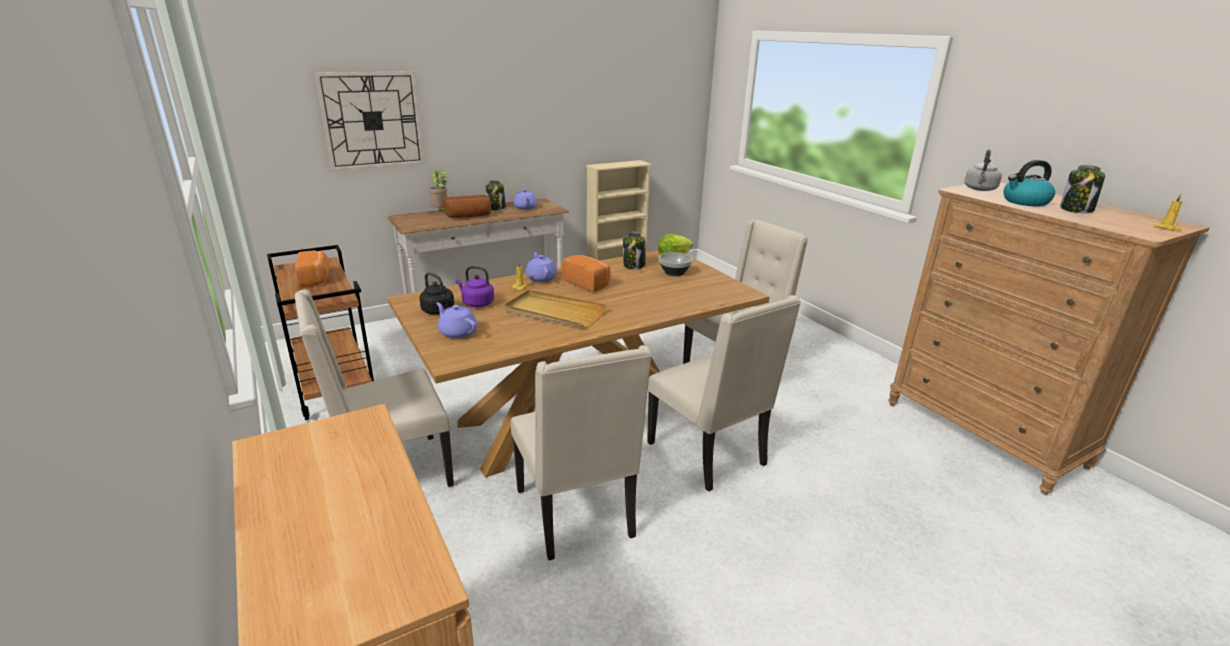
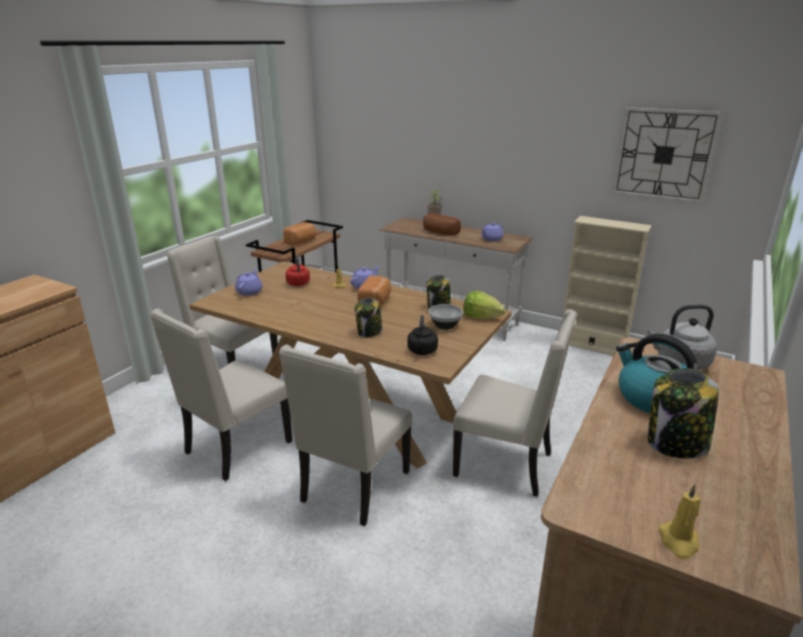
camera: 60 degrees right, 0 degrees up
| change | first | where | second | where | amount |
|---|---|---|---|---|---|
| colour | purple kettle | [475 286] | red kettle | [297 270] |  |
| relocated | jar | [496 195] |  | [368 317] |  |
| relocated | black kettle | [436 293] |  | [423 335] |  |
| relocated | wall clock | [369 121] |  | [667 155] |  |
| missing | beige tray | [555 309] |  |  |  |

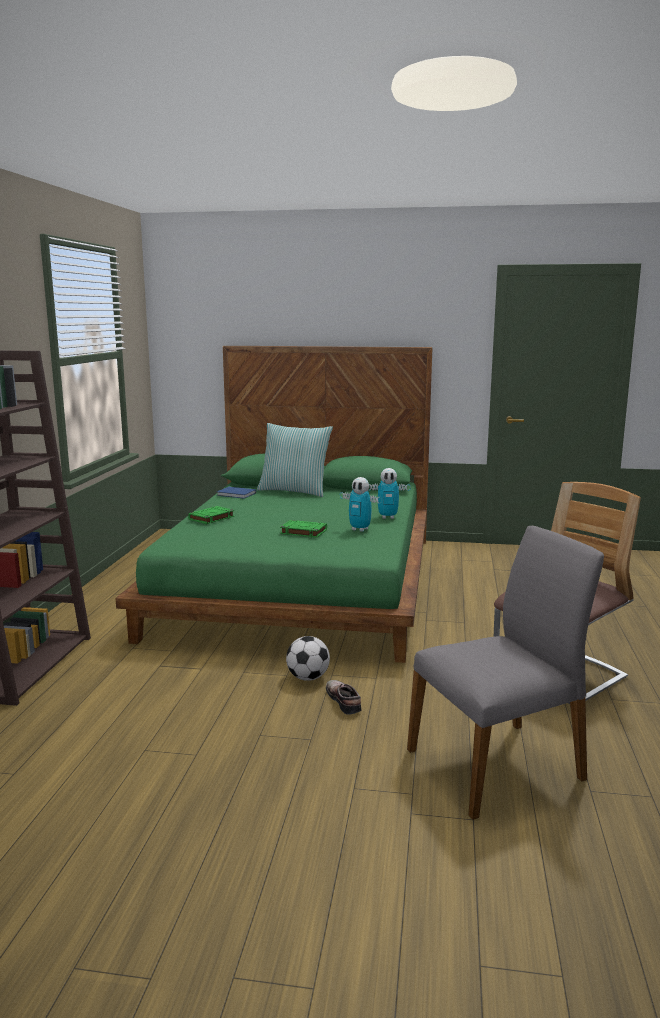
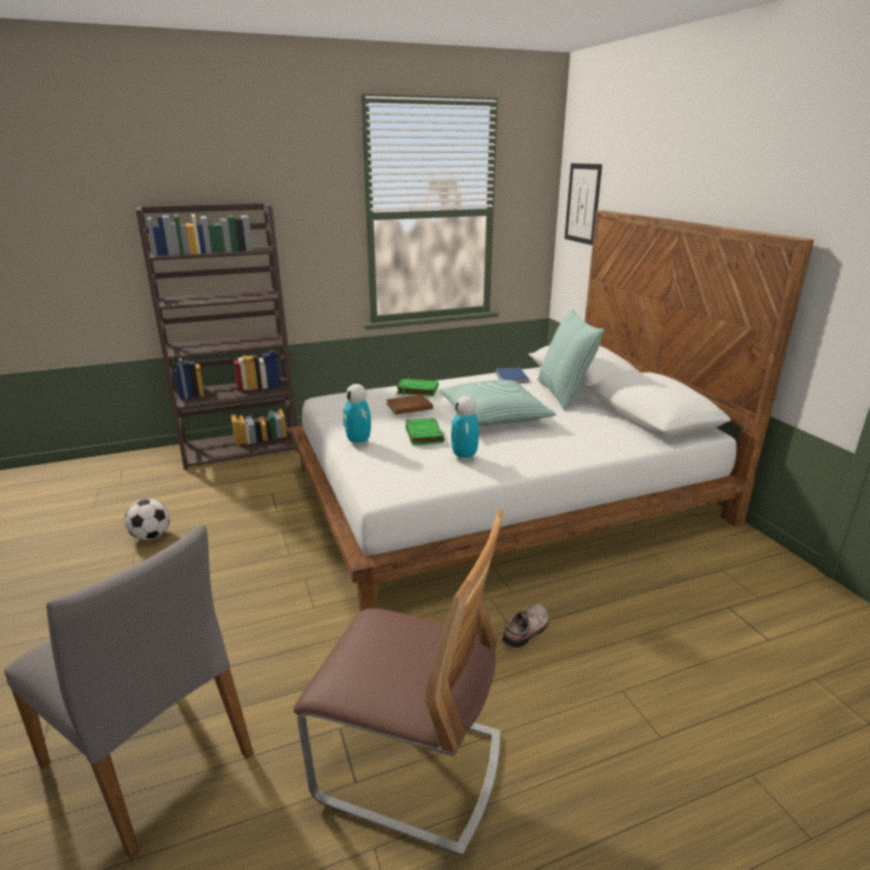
camera: 60 degrees right, 10 degrees up
| change | first | where | second | where | amount |
|---|---|---|---|---|---|
| relocated | football | [308 658] |  | [147 519] |  |
| colour | green bed | [273 504] | white bed | [552 411] |  |
| relocated | toy robot | [389 493] |  | [357 415] |  |
| appeared |  |  | brown book | [409 404] |  |
| appeared |  |  | pillow | [497 403] |  |
| relocated | shoe | [344 697] |  | [525 625] |  |
| appeared |  |  | picture | [583 204] |  |

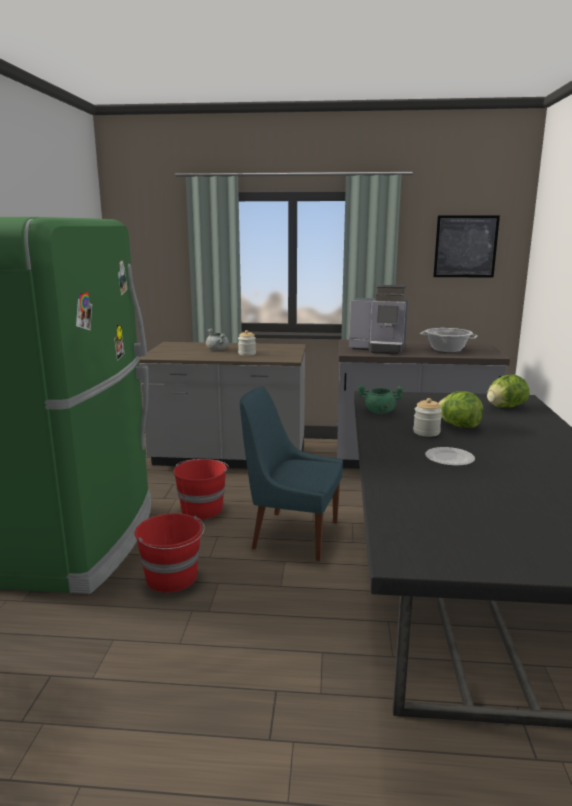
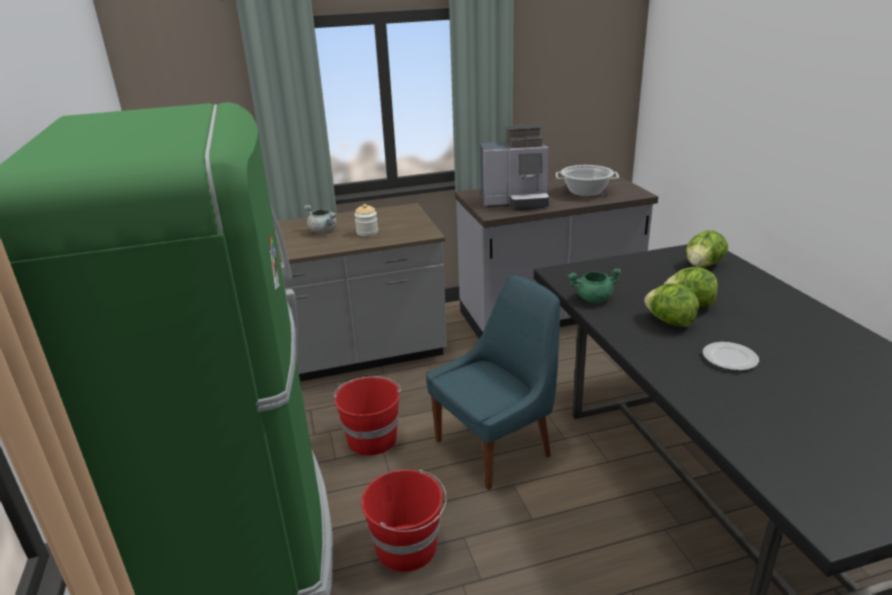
camera: 20 degrees left, 10 degrees up
| change | first | where | second | where | amount |
|---|---|---|---|---|---|
| spun | blue chair | [291 473] |  | [493 382] | 150 degrees clockwise |
| exchanged | jar | [427 417] | lettuce | [671 305] |  |
| missing | picture | [466 246] |  |  |  |

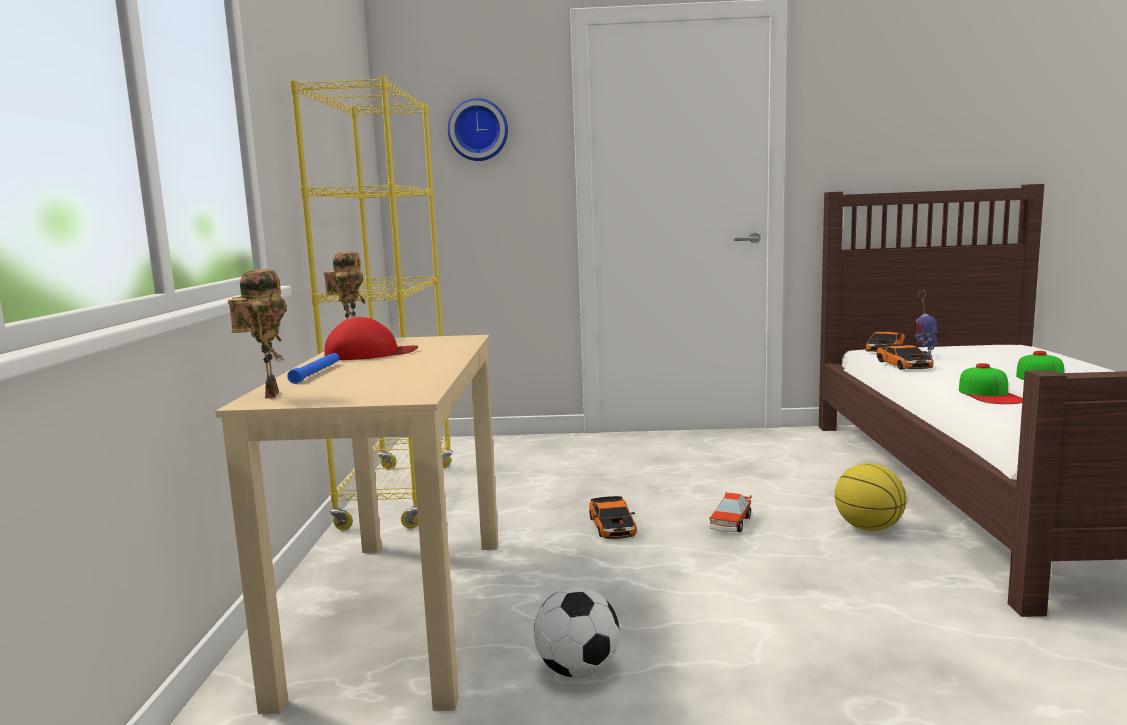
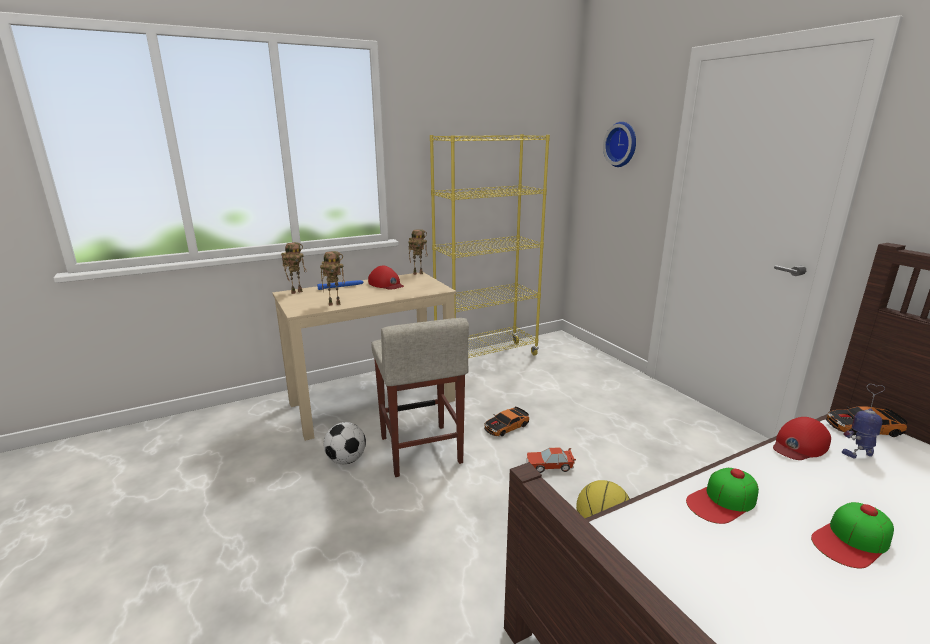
camera: 60 degrees right, 10 degrees up
| change | first | where | second | where | amount |
|---|---|---|---|---|---|
| appeared |  |  | toy robot | [332 278] |  |
| appeared |  |  | beige stool | [420 397] |  |
| exchanged | toy car | [905 356] | red cap | [802 438] |  |

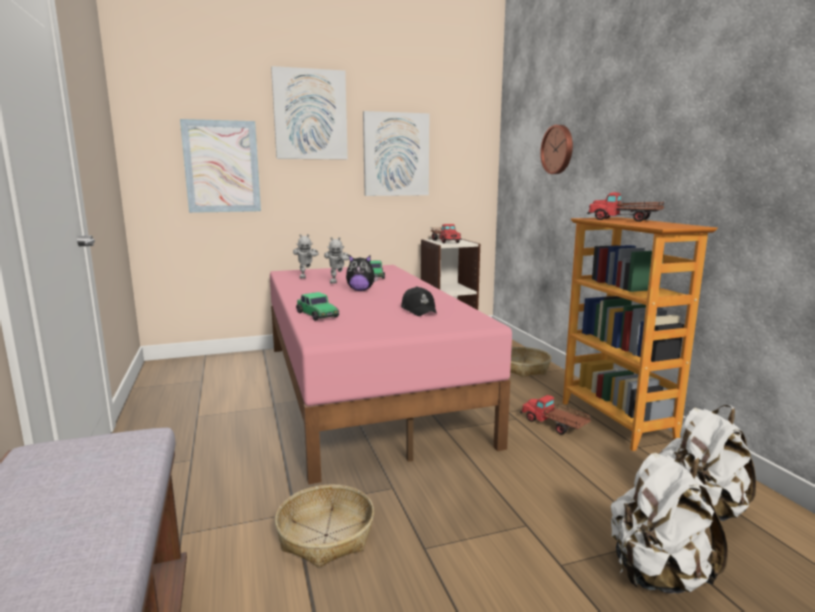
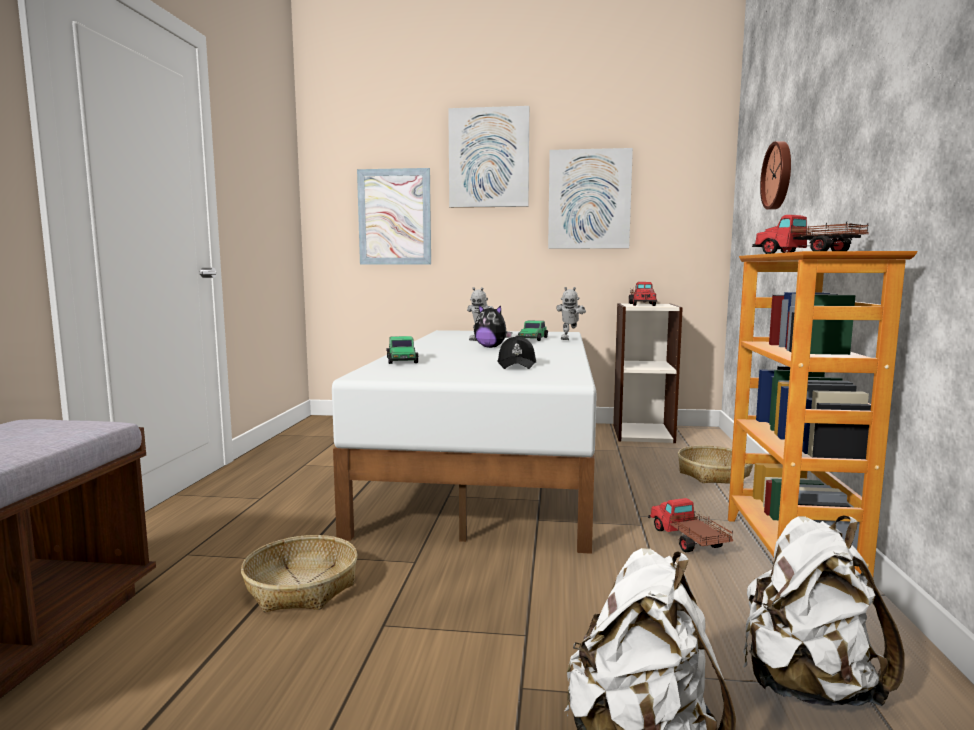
camera: 25 degrees right, 5 degrees down
| change | first | where | second | where | amount |
|---|---|---|---|---|---|
| colour | pink bed | [391 374] | white bed | [464 442] |  |
| relocated | toy robot | [306 256] |  | [571 313] |  |

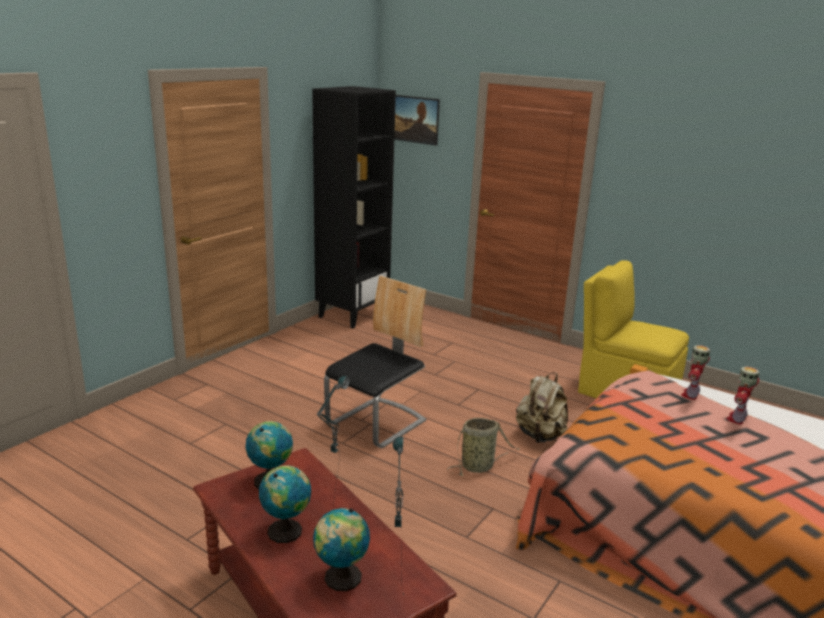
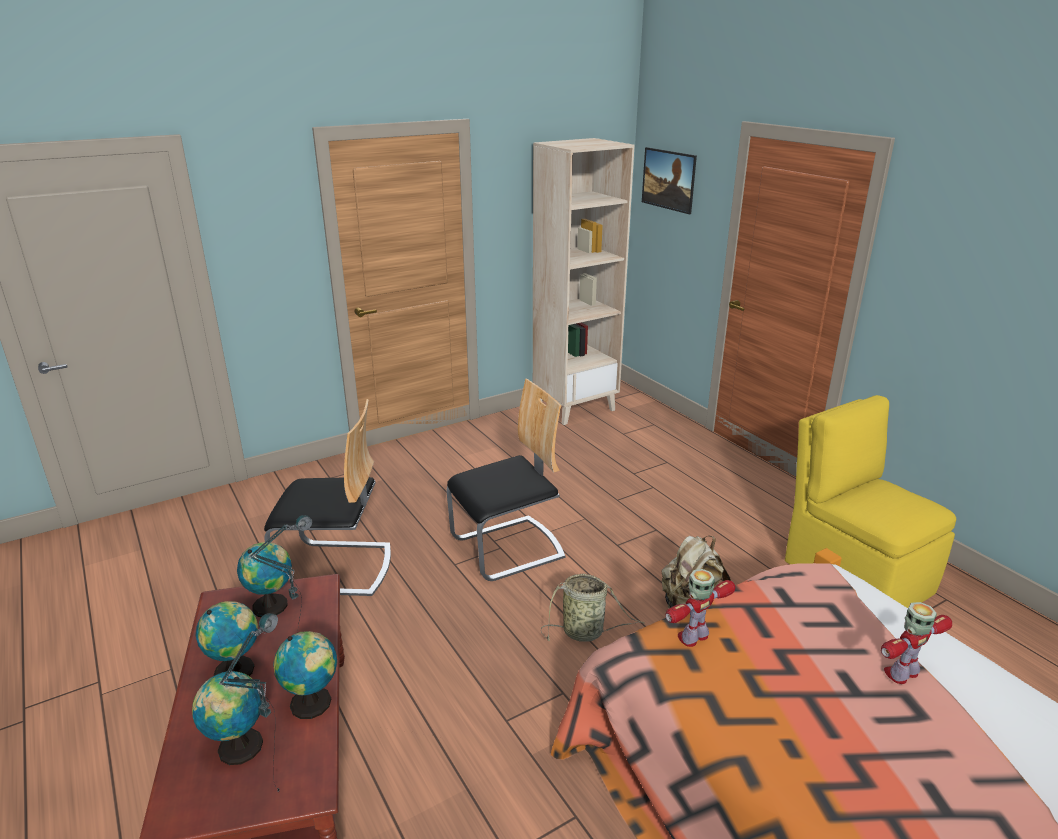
camera: 25 degrees right, 5 degrees up
| change | first | where | second | where | amount |
|---|---|---|---|---|---|
| appeared |  |  | chair | [327 497] |  |
| appeared |  |  | globe | [305 675] |  |
| colour | black bookcase | [354 207] | beige bookcase | [584 281] |  |
| relocated | toy robot | [695 372] |  | [700 608] |  |

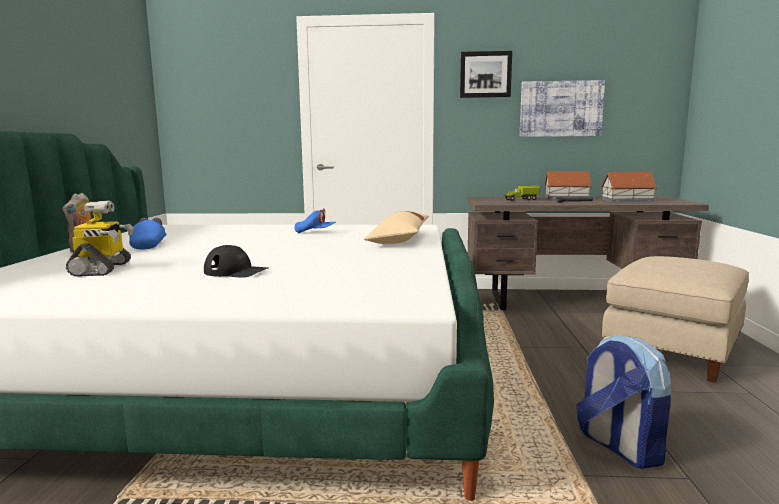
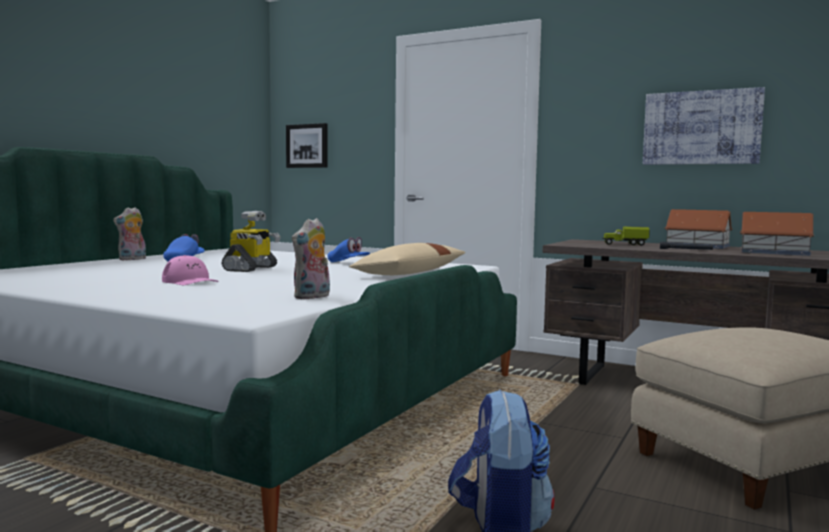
camera: 25 degrees right, 5 degrees down
| change | first | where | second | where | amount |
|---|---|---|---|---|---|
| colour | black cap | [236 261] | pink cap | [190 270] |  |
| relocated | toy robot | [100 239] |  | [251 241] |  |
| relocated | picture | [486 74] |  | [306 145] |  |
| appeared |  |  | plush toy | [311 258] |  |

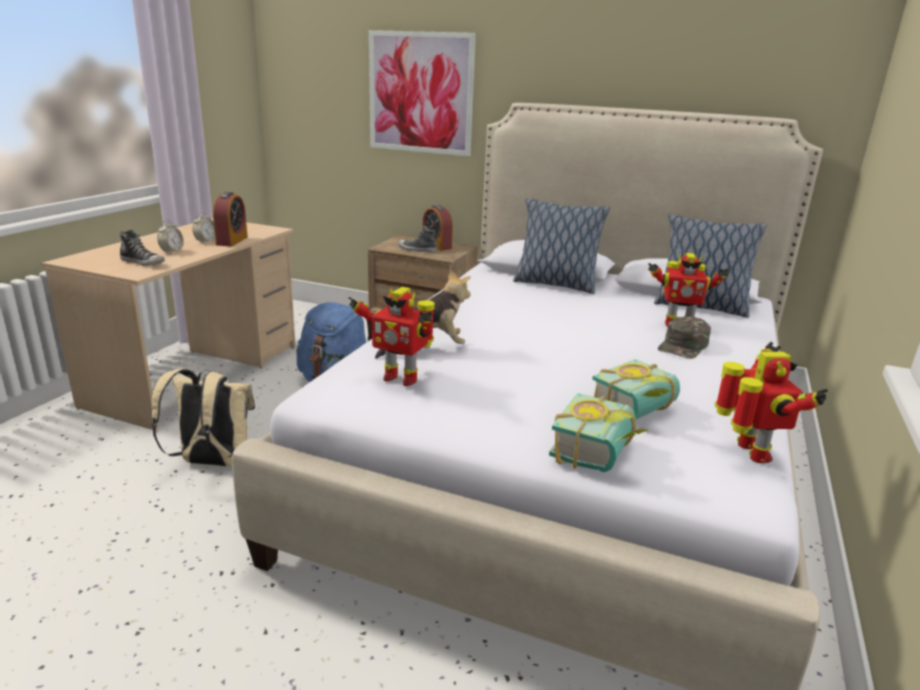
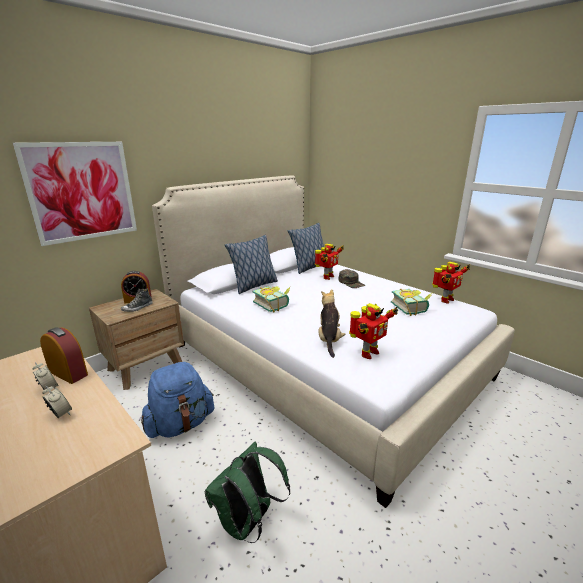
camera: 65 degrees left, 0 degrees up
| change | first | where | second | where | amount |
|---|---|---|---|---|---|
| colour | beige backpack | [203 417] | green backpack | [247 492] |  |
| relocated | book | [598 432] |  | [272 299] |  |
| spun | toy robot | [771 402] |  | [451 283] | 120 degrees clockwise |
| missing | shoe | [142 248] |  |  |  |

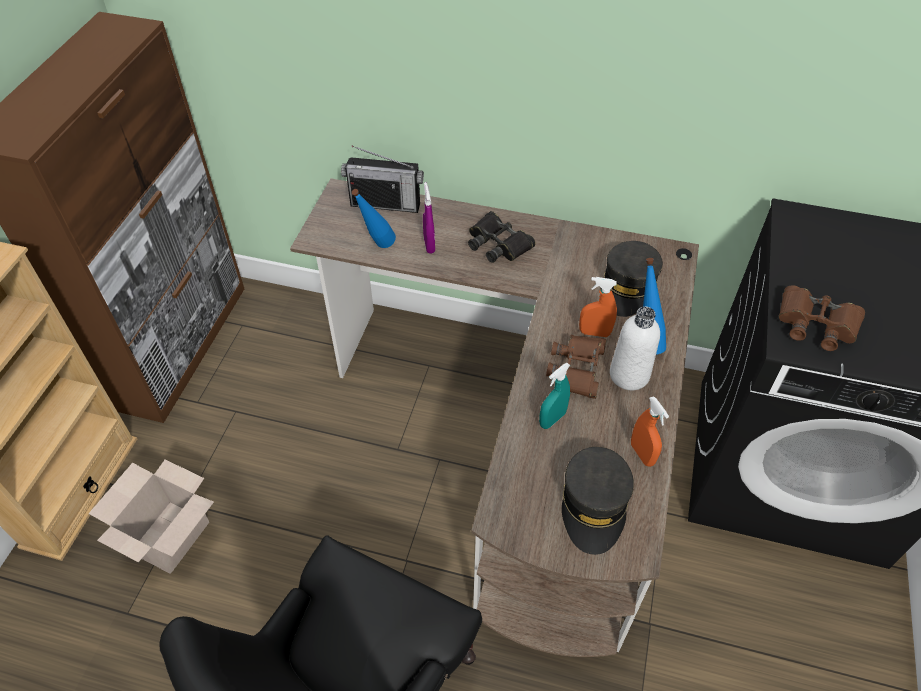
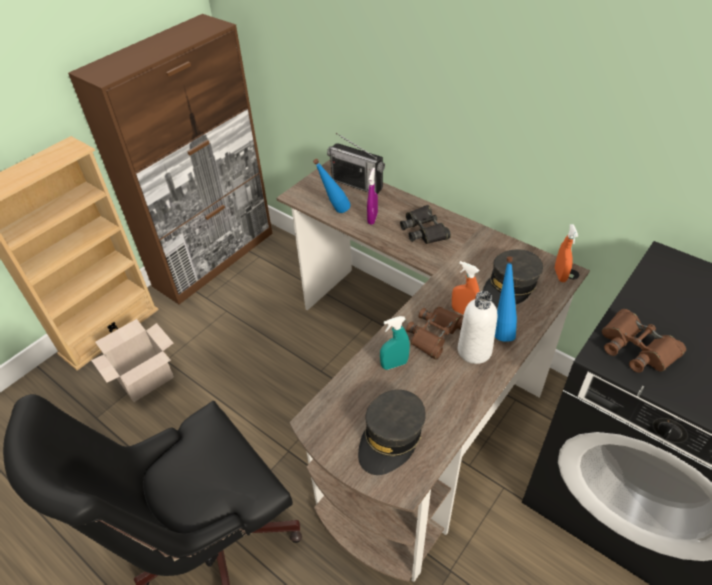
camera: 25 degrees right, 5 degrees down
| change | first | where | second | where | amount |
|---|---|---|---|---|---|
| relocated | orange spray bottle | [650 431] |  | [566 253] |  |

